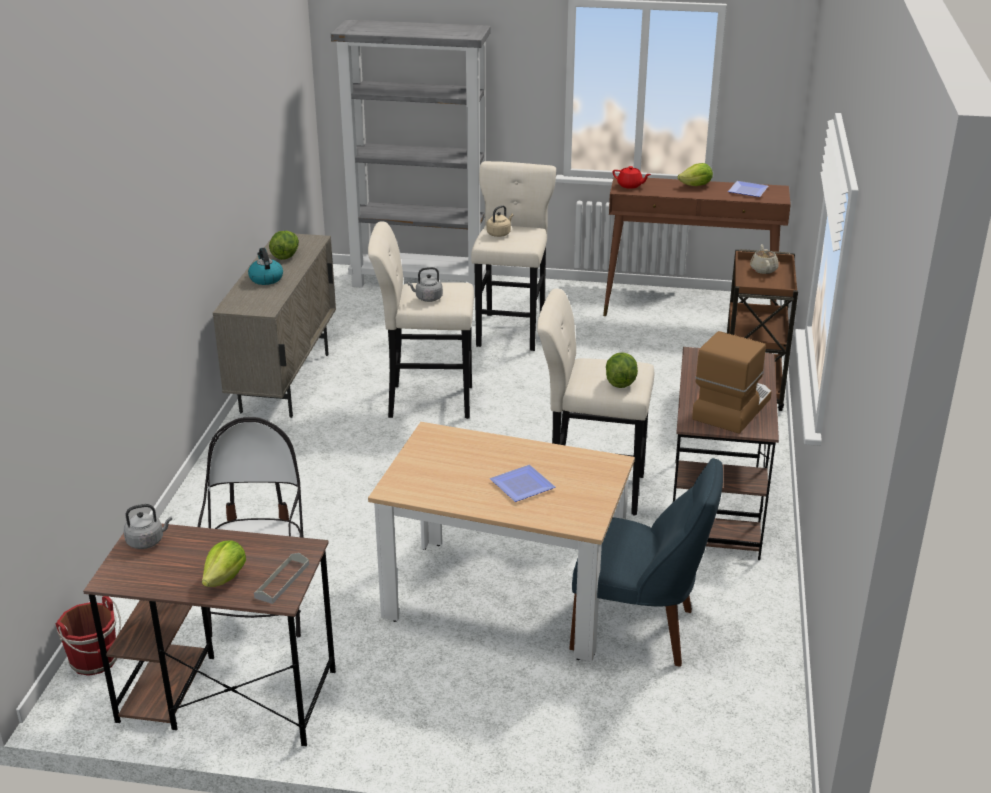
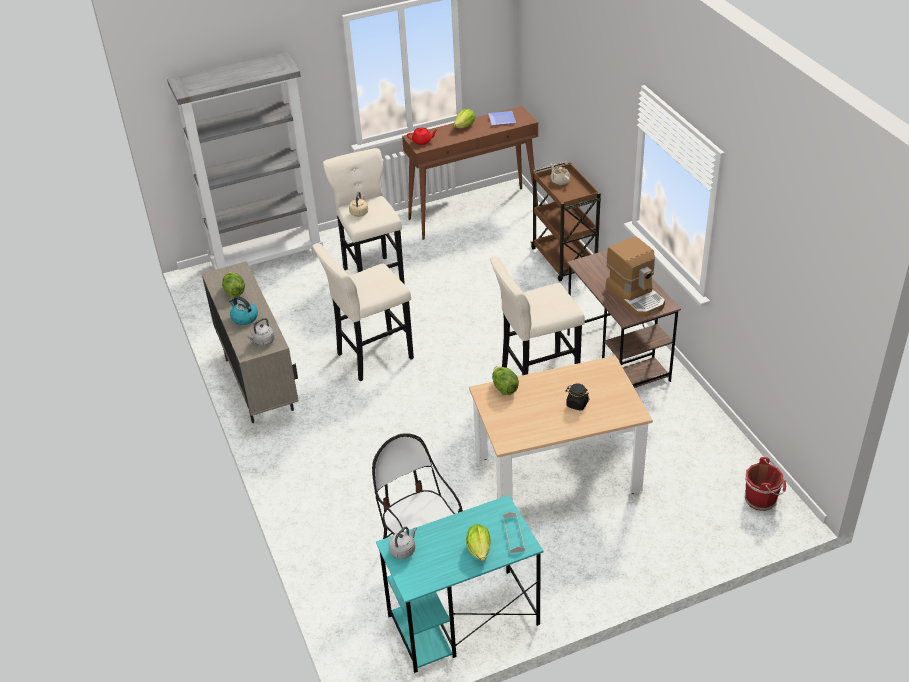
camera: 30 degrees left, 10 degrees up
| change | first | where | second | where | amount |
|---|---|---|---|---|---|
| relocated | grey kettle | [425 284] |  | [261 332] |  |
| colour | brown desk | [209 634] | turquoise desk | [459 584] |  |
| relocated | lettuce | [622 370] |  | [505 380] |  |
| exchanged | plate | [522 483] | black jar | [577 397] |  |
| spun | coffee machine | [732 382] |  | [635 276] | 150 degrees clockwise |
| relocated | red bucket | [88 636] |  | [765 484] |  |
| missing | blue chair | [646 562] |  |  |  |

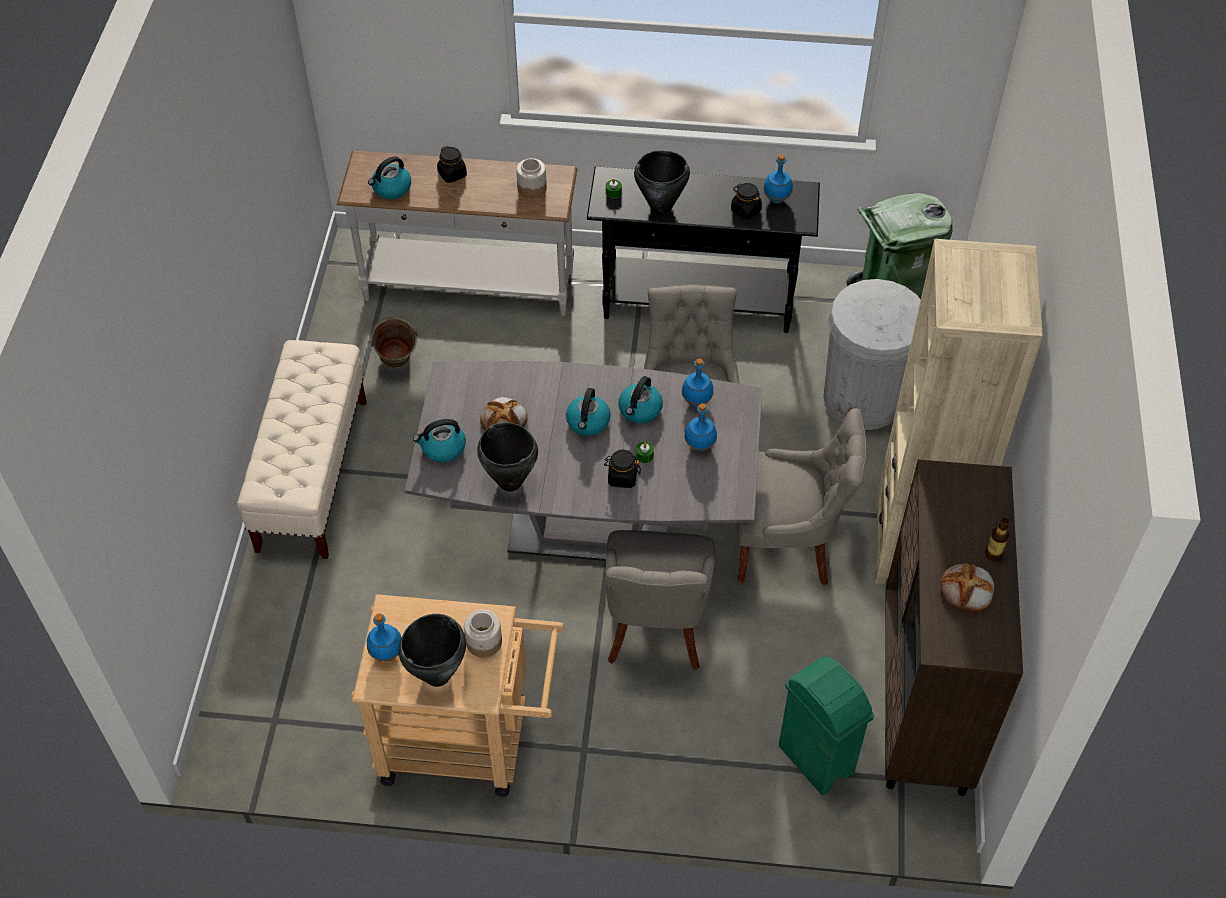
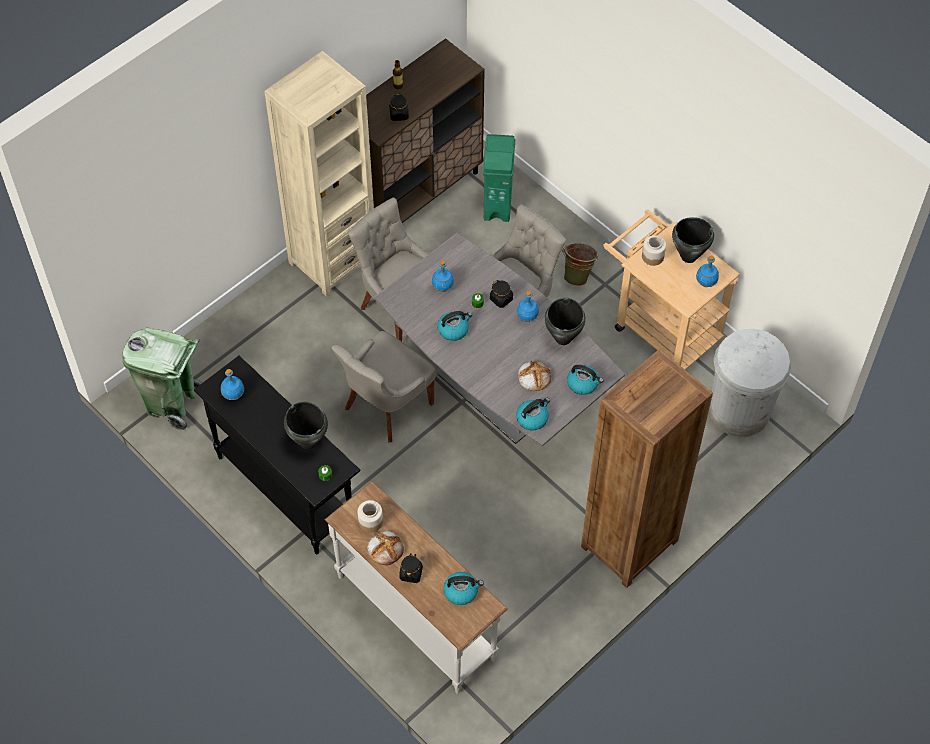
camera: 140 degrees left, 5 degrees up
| change | first | where | second | where | amount |
|---|---|---|---|---|---|
| relocated | bread | [967 587] |  | [385 548] |  |
| relocated | black jar | [746 201] |  | [399 107] |  |
| relocated | blue bottle | [697 382] |  | [527 306] |  |
| relocated | kettle | [588 412] |  | [533 413] |  |
| relocated | green bucket | [393 342] |  | [581 264] |  |
| exchanged | beige bench | [302 449] | brown bookcase | [647 468] |  |
| relocated | white trash can | [872 354] |  | [750 383] |  |

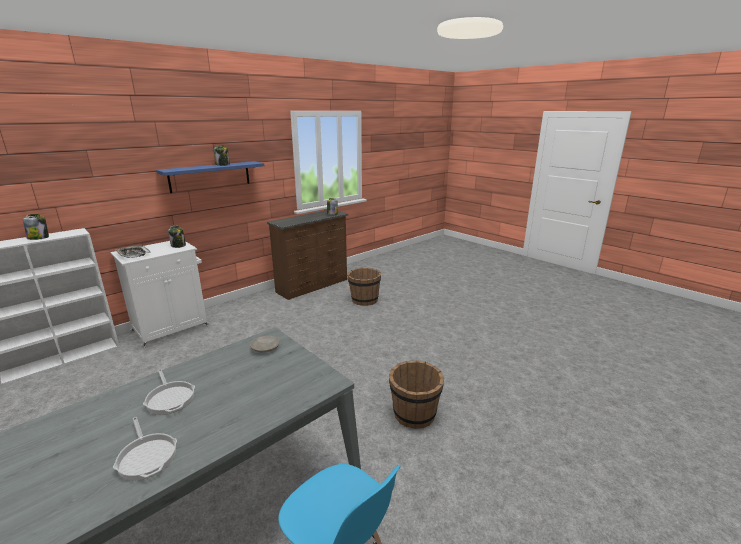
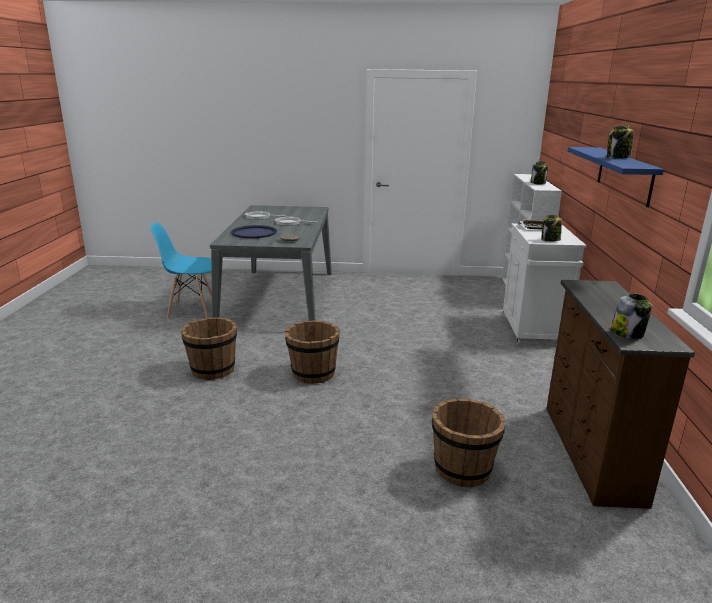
camera: 135 degrees right, 0 degrees up
| change | first | where | second | where | amount |
|---|---|---|---|---|---|
| appeared |  |  | blue tray | [254 231] |  |
| appeared |  |  | brown bucket | [312 352] |  |

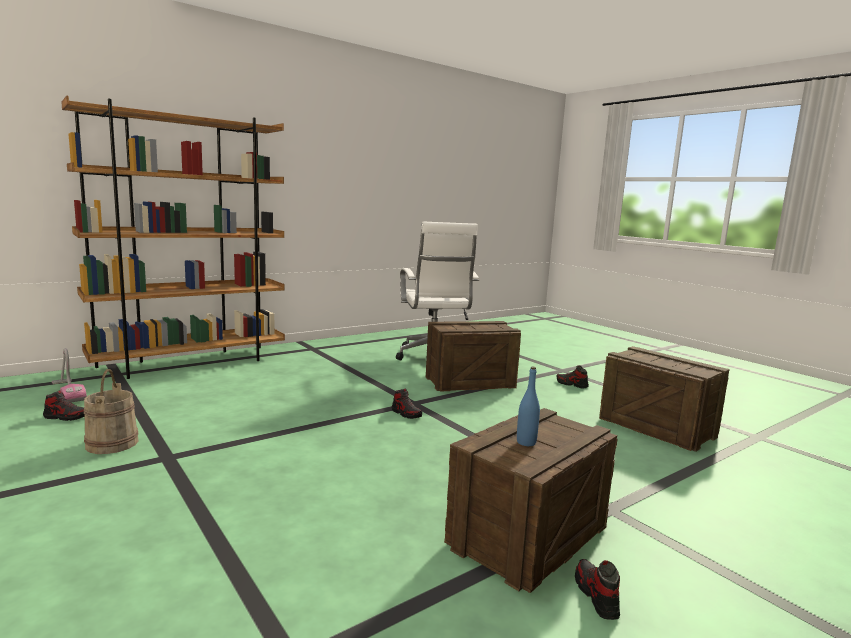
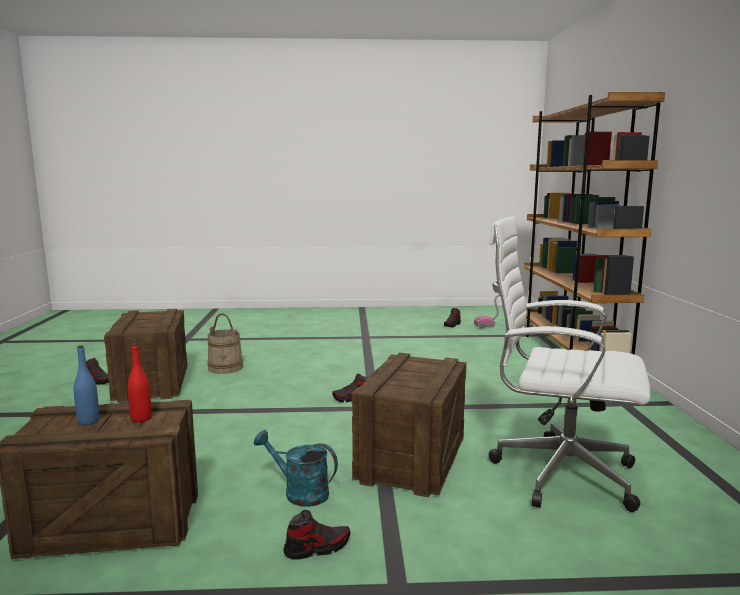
camera: 125 degrees right, 0 degrees up
| change | first | where | second | where | amount |
|---|---|---|---|---|---|
| relocated | blue bottle | [528 406] |  | [86 385] |  |
| appeared |  |  | red bottle | [139 382] |  |
| relocated | beige bucket | [111 411] |  | [225 343] |  |
| appeared |  |  | turquoise watering can | [296 468] |  |

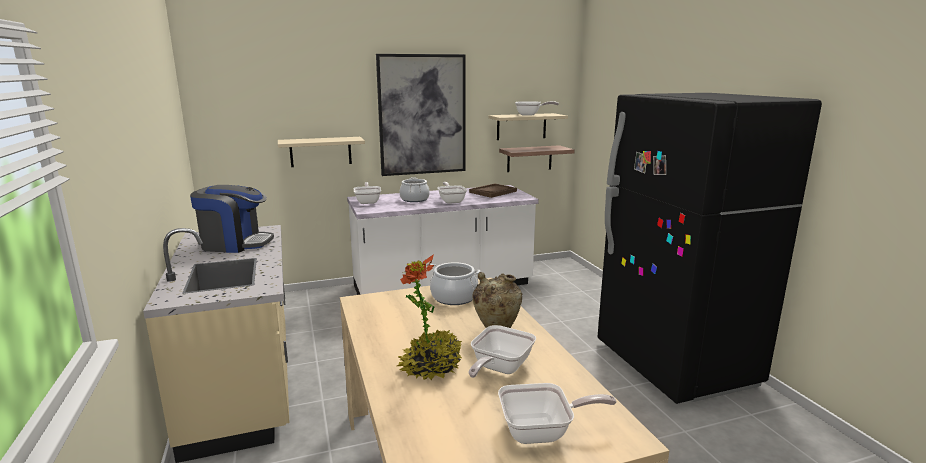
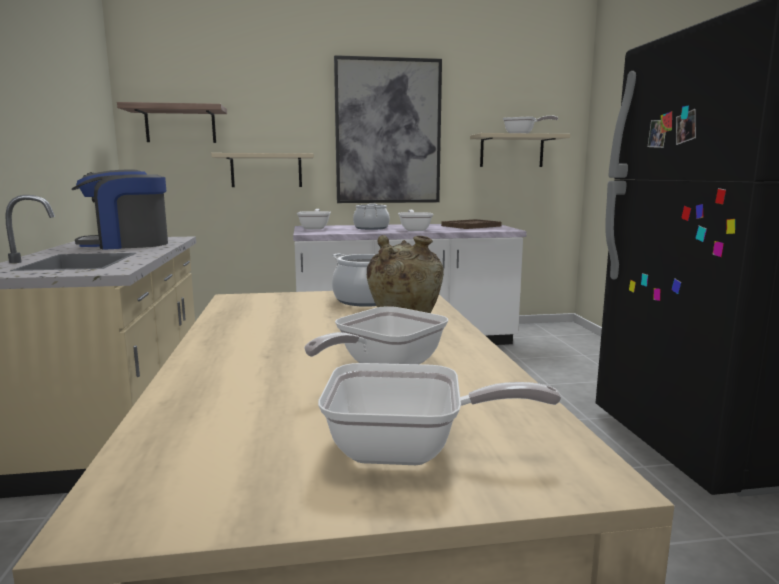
camera: 10 degrees right, 5 degrees down
| change | first | where | second | where | amount |
|---|---|---|---|---|---|
| spun | coffee machine | [232 219] |  | [119 210] | 150 degrees clockwise |
| relocated | shelf | [537 158] |  | [172 122] |  |
| missing | potted plant | [429 317] |  |  |  |

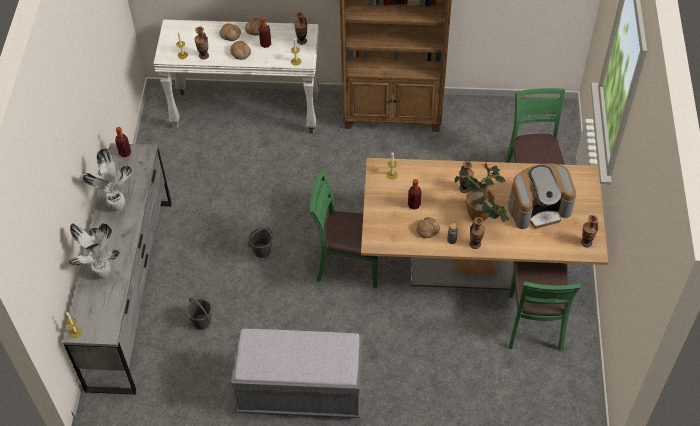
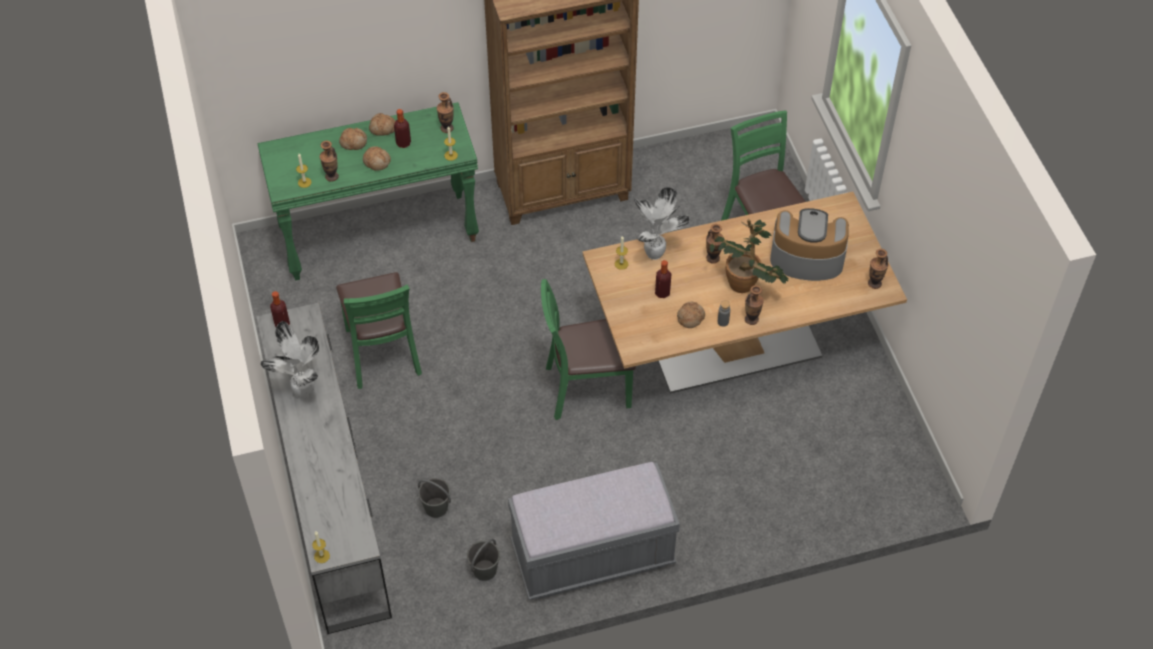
camera: 20 degrees left, 0 degrees up
| change | first | where | second | where | amount |
|---|---|---|---|---|---|
| colour | white console table | [236 77] | green console table | [368 191] |  |
| relocated | green chair | [544 306] |  | [379 330] |  |
| relocated | grey bucket | [260 242] |  | [483 560] |  |
| relocated | potted plant | [94 251] |  | [661 223] |  |
| spun | coffee machine | [542 196] |  | [809 244] | 135 degrees counterclockwise |

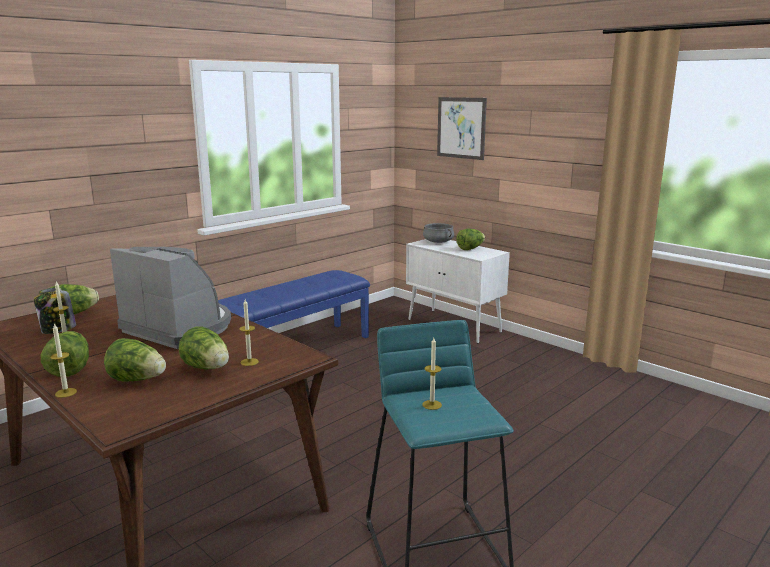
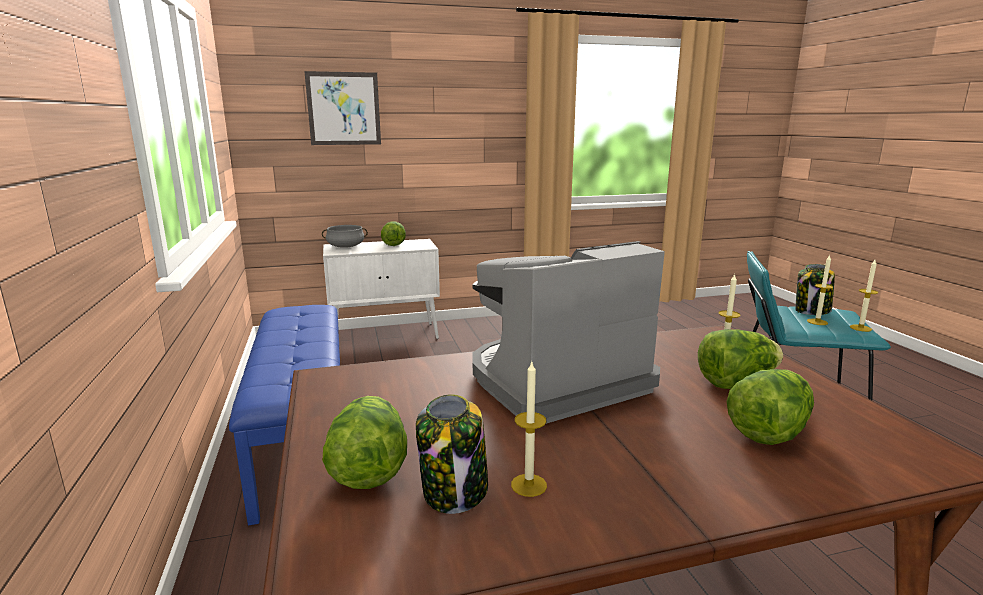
camera: 60 degrees left, 0 degrees up
| change | first | where | second | where | amount |
|---|---|---|---|---|---|
| appeared |  |  | jar | [815 289] |  |
| relocated | candle | [63 360] |  | [864 296] |  |
| missing | lettuce | [65 354] |  |  |  |

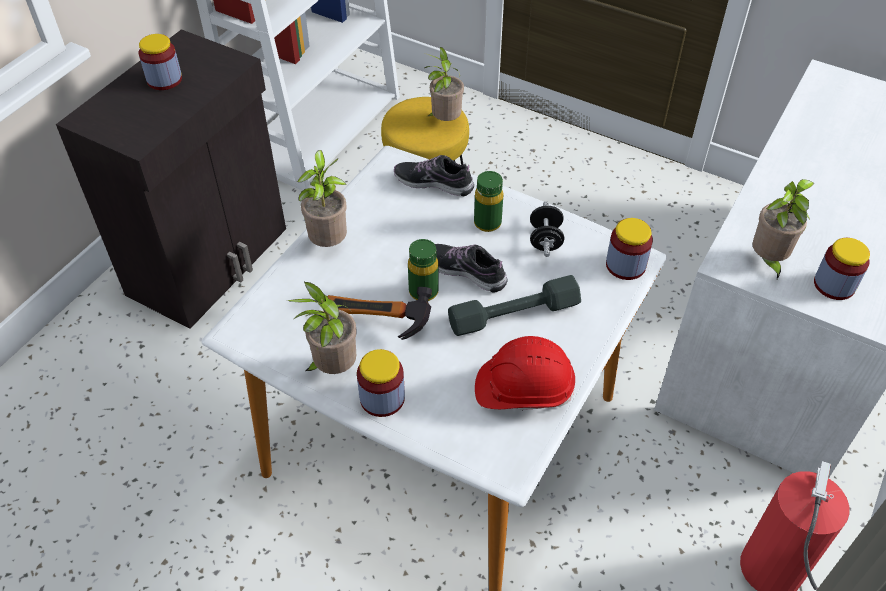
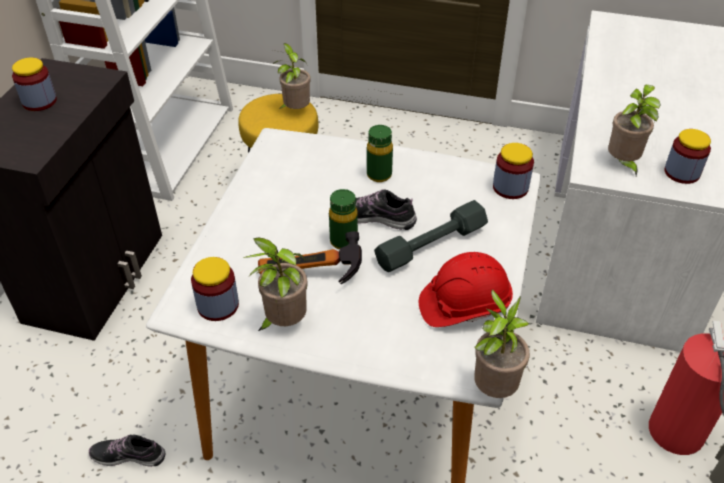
camera: 15 degrees left, 5 degrees down
| change | first | where | second | where | amount |
|---|---|---|---|---|---|
| relocated | shoe | [434 176] |  | [127 451] |  |
| relocated | jar | [381 383] |  | [215 289] |  |
| relocated | potted plant | [322 198] |  | [502 344] |  |
| missing | black dumbbell | [547 229] |  |  |  |

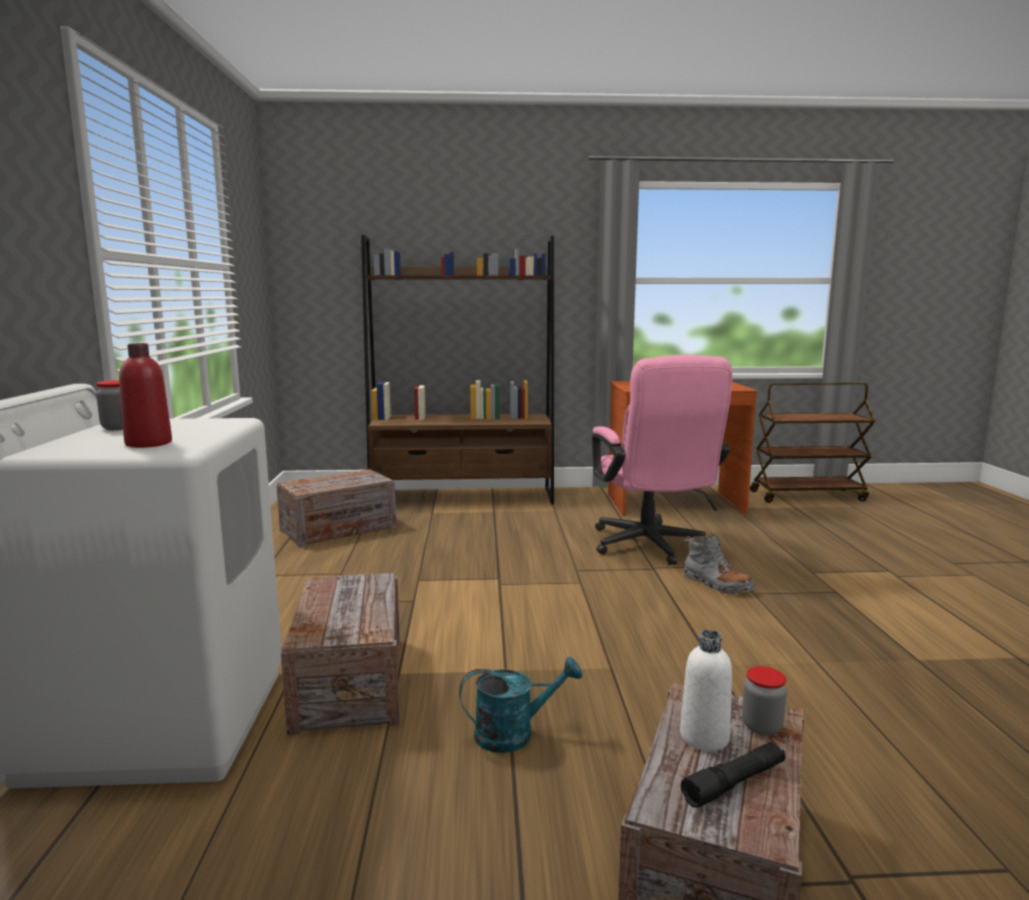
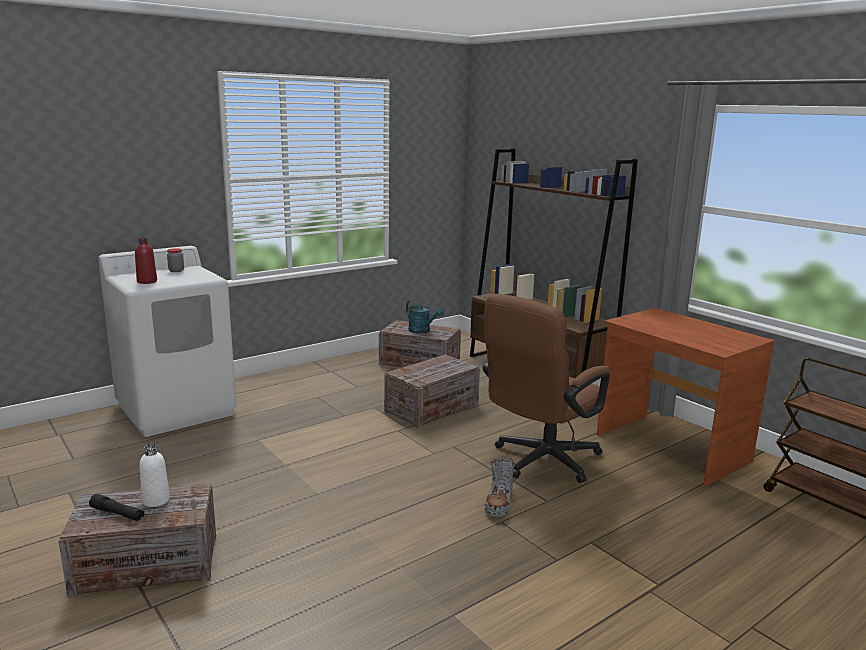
camera: 55 degrees right, 5 degrees up
| change | first | where | second | where | amount |
|---|---|---|---|---|---|
| relocated | crate | [340 654] |  | [432 391] |  |
| relocated | turquoise watering can | [521 705] |  | [425 317] |  |
| colour | pink office chair | [662 460] | brown office chair | [546 388] |  |
| missing | jar | [764 701] |  |  |  |

